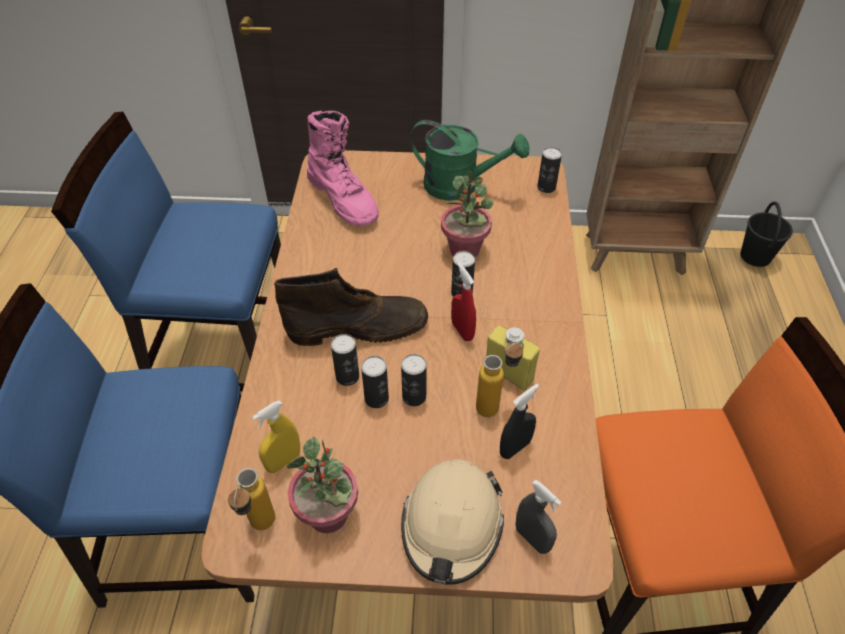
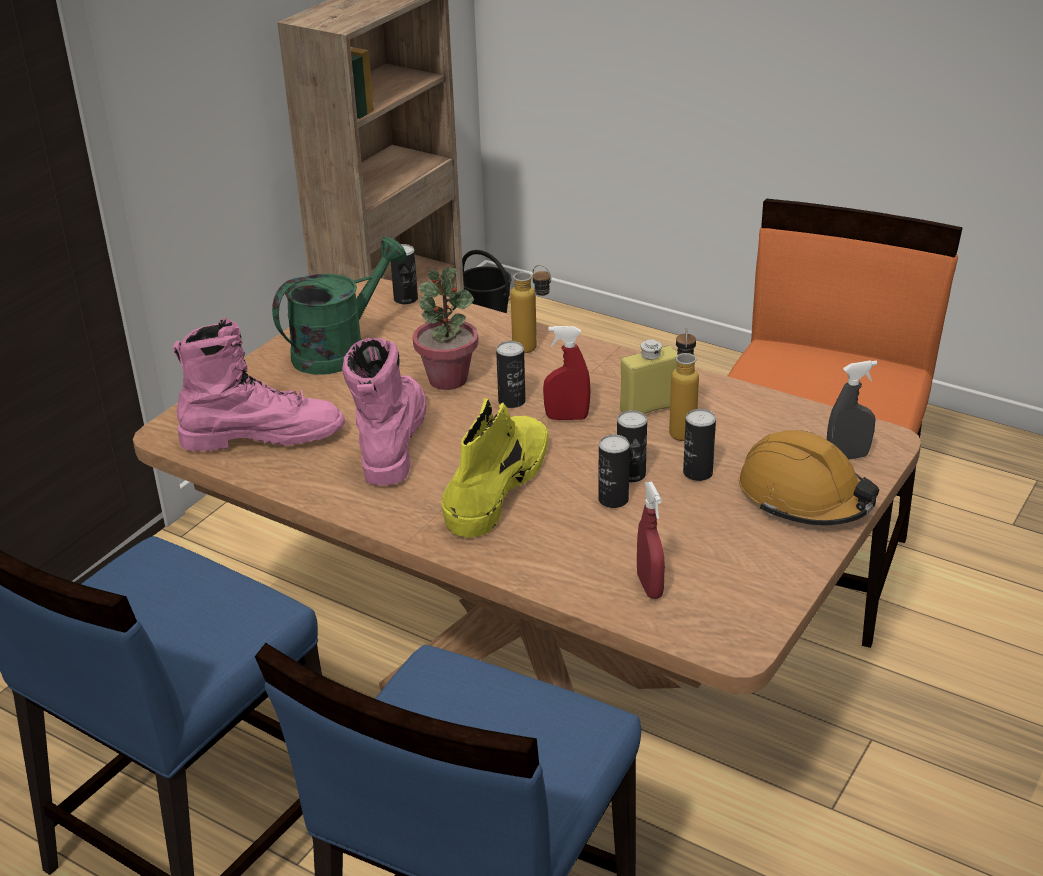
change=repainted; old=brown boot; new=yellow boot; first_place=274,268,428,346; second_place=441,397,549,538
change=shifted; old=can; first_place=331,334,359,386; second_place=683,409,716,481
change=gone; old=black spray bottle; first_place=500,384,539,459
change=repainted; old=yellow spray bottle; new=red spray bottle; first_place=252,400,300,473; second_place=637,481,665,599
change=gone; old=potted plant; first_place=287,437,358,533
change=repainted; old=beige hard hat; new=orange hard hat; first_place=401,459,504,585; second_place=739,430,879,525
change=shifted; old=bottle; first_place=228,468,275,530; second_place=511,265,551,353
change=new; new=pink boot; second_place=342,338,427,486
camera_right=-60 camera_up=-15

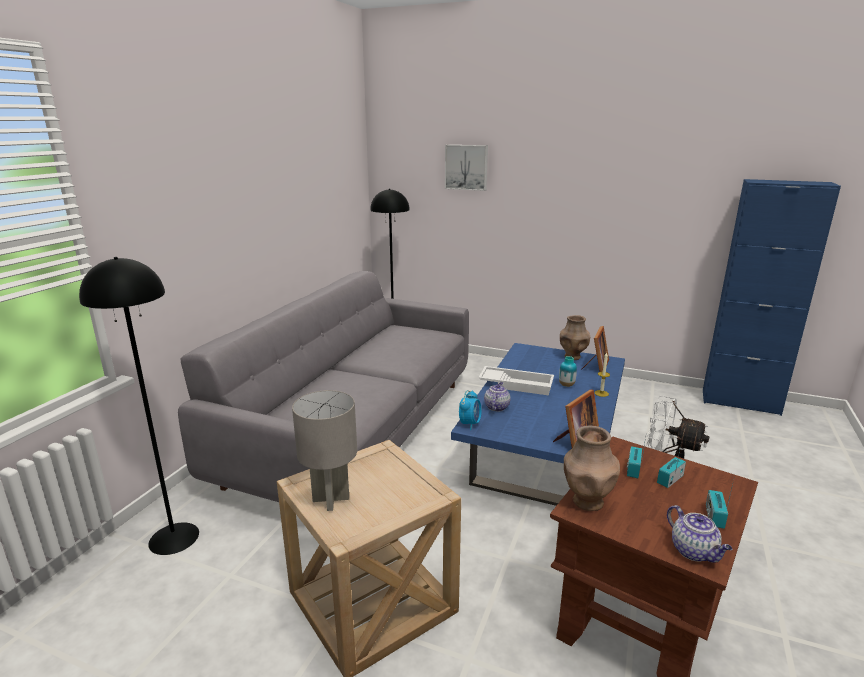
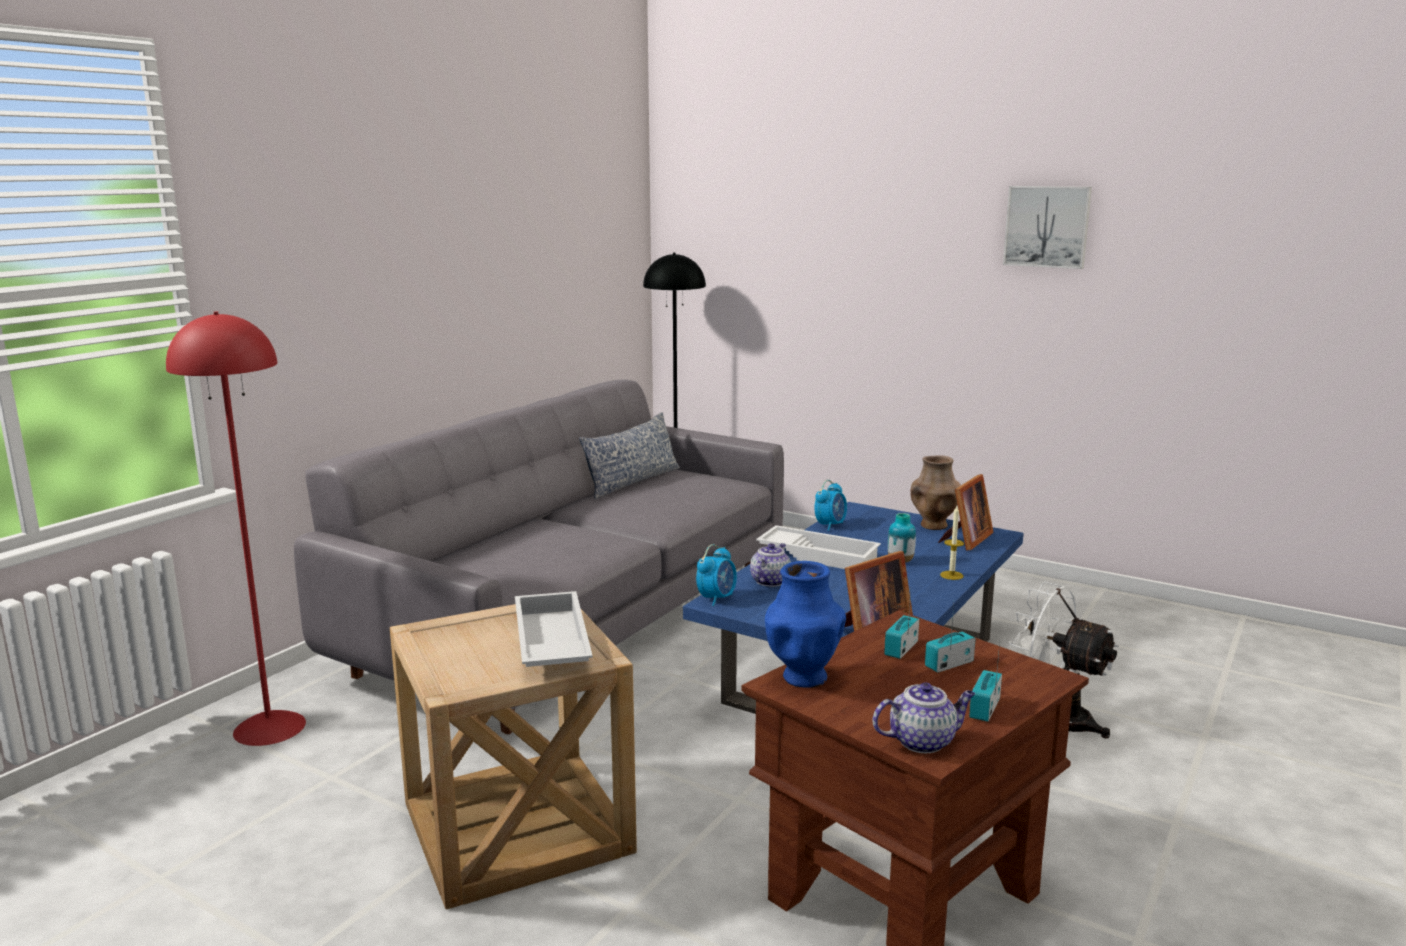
change=shifted; old=picture; first_place=445,145,488,191; second_place=1003,186,1092,269
change=gone; old=blue cabinet; first_place=703,179,841,416
change=repainted; old=black floor lamp; new=red floor lamp; first_place=79,257,199,555; second_place=166,312,306,746
change=gone; old=grey table lamp; first_place=292,390,357,511
change=repainted; old=brown vase; new=blue vase; first_place=564,426,620,511; second_place=765,561,846,688
change=rotated; old=teapot; first_place=667,505,732,563; second_place=872,683,975,753; degrees=-90
change=new; new=pillow; second_place=579,412,680,500
change=new; new=alarm clock; second_place=814,480,847,531
change=new; new=white tray; second_place=515,591,593,667
camera_right=10 camera_up=-5

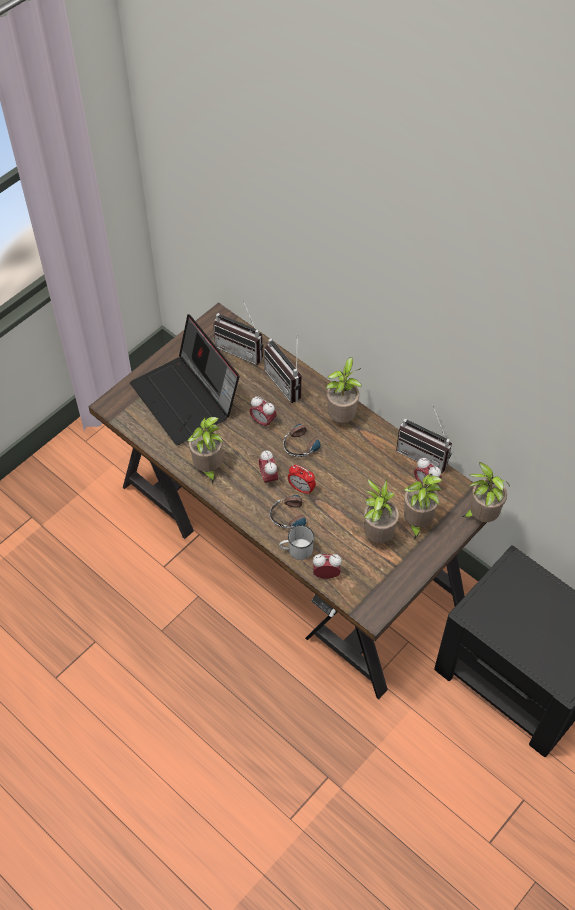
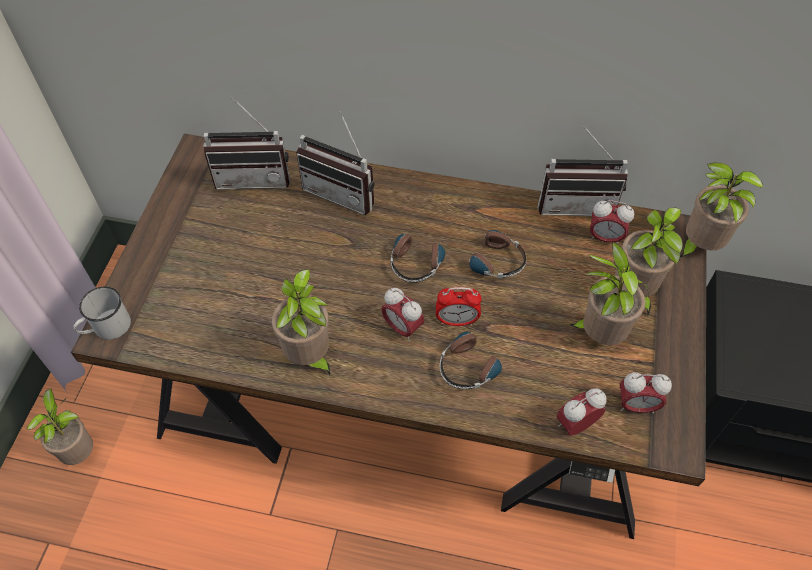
change=gone; old=laptop; first_place=130,314,240,445
change=shifted; old=potted plant; first_place=326,357,362,423; second_place=26,388,93,465
change=shifted; old=alarm clock; first_place=249,396,277,429; second_place=620,372,672,413
change=shifted; old=white mug; first_place=279,525,314,560; second_place=73,287,131,340
change=new; new=headphones; second_place=466,228,526,279
camera_right=-30 camera_up=0

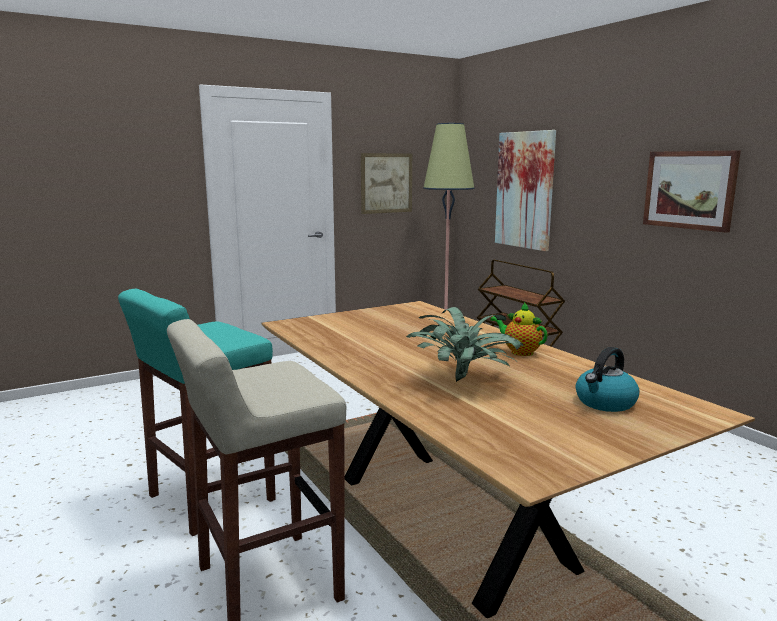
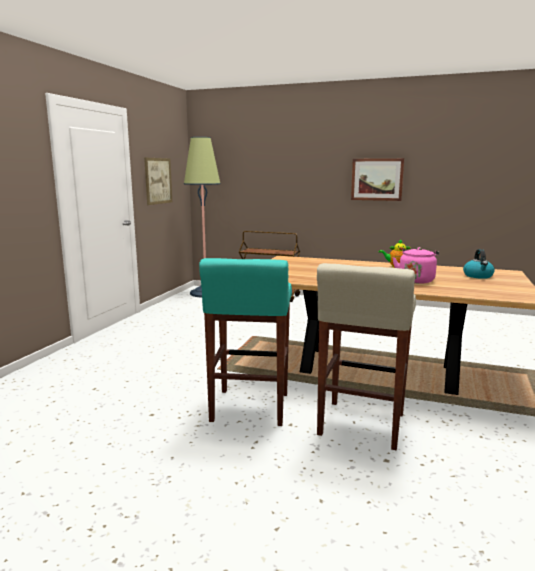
change=gone; old=picture; first_place=495,130,556,251
change=swapped; old=potted plant; new=pink kettle; first_place=406,307,524,382; second_place=392,247,439,284
camera_right=-40 camera_up=0

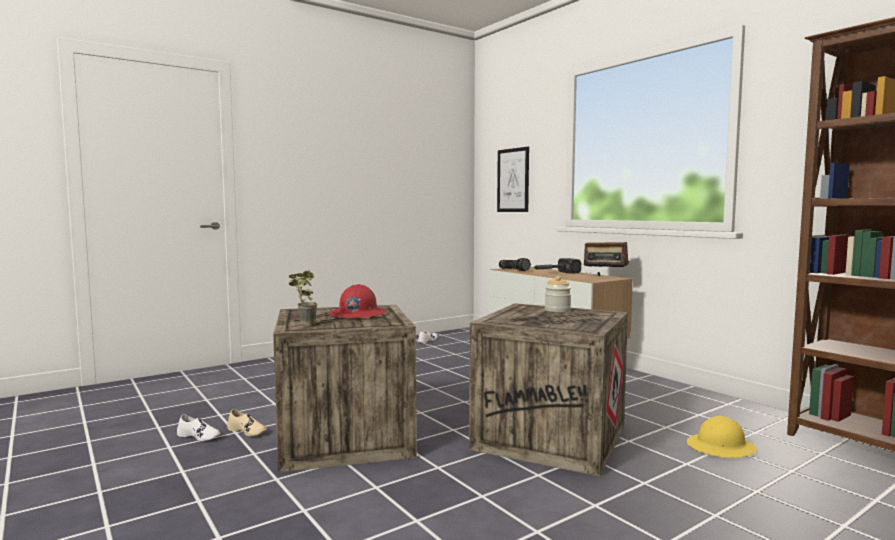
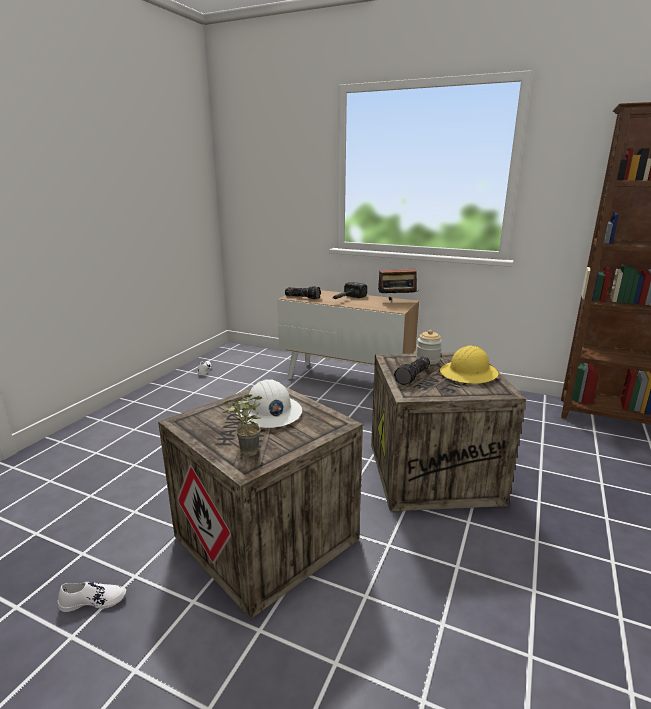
change=gone; old=picture; first_place=497,147,529,212
change=repainted; old=red hard hat; new=white hard hat; first_place=329,284,387,318; second_place=237,379,302,428
change=gone; old=beige shoe; first_place=227,409,267,436
change=shifted; old=yellow hard hat; first_place=687,416,757,458; second_place=440,346,498,384
change=new; new=flashlight; second_place=394,357,430,385
camera_right=-30 camera_up=15

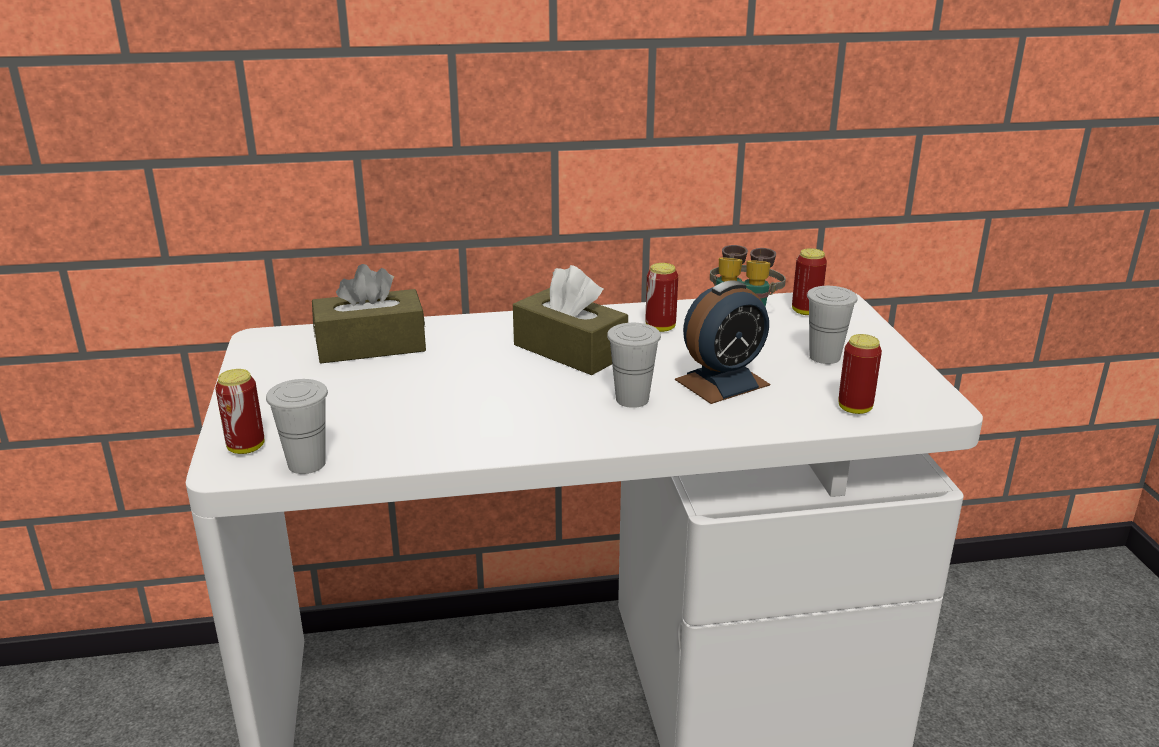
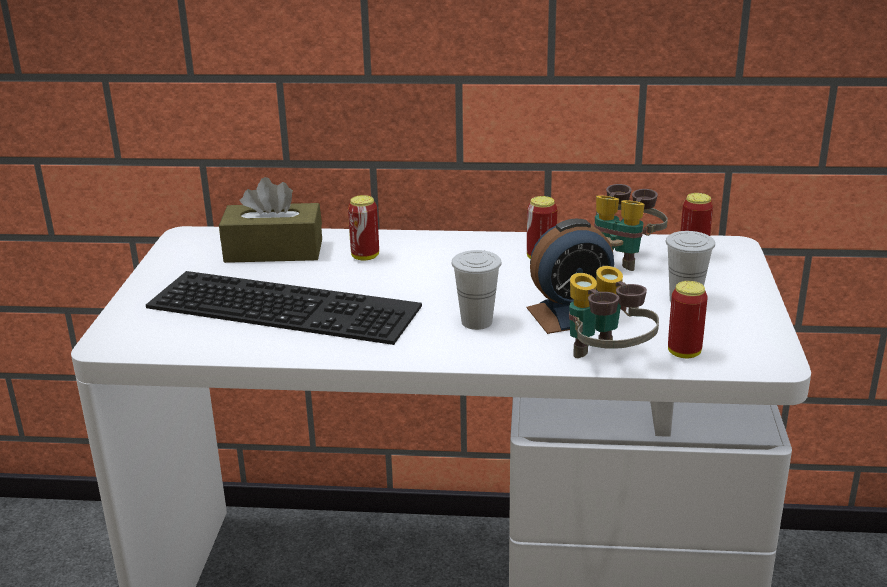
change=gone; old=brown tissue box; first_place=513,265,628,375
change=shifted; old=can; first_place=215,369,264,454; second_place=348,195,379,261
change=gone; old=white cup; first_place=266,379,328,474
change=new; new=binoculars; second_place=569,266,659,358
change=new; new=keyboard; second_place=146,271,422,345
camera_right=15 camera_up=0

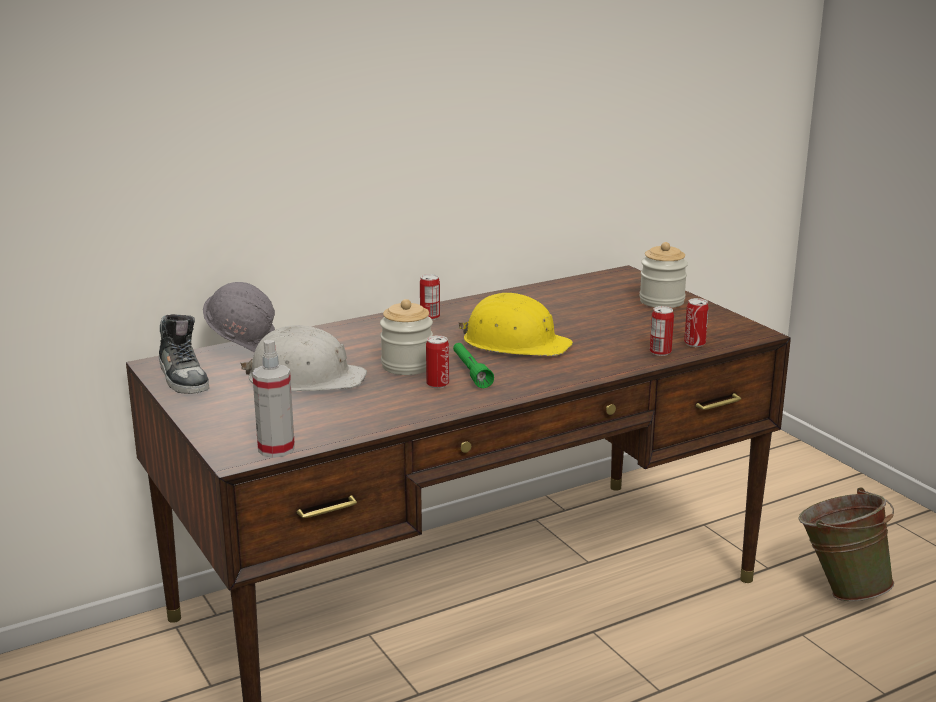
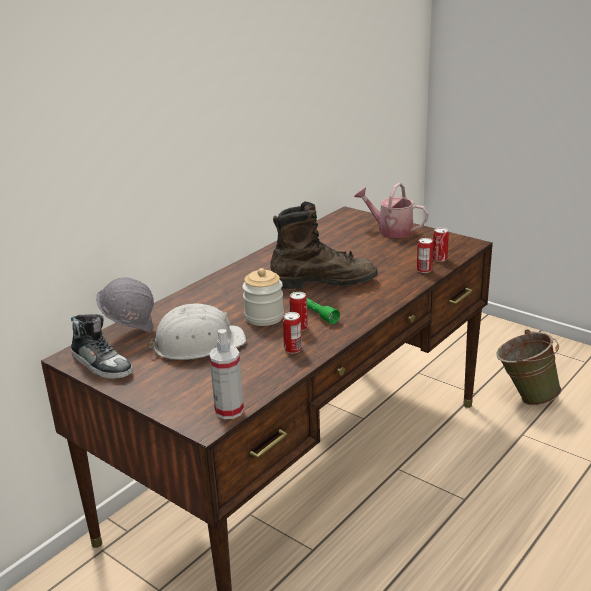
change=swapped; old=jar; new=watering can; first_place=639,242,688,308; second_place=354,183,429,238
change=shifted; old=can; first_place=420,274,440,320; second_place=283,312,302,353
change=swapped; old=yellow hard hat; new=brown boot; first_place=458,293,573,356; second_place=271,202,378,289
camera_right=-20 camera_up=5

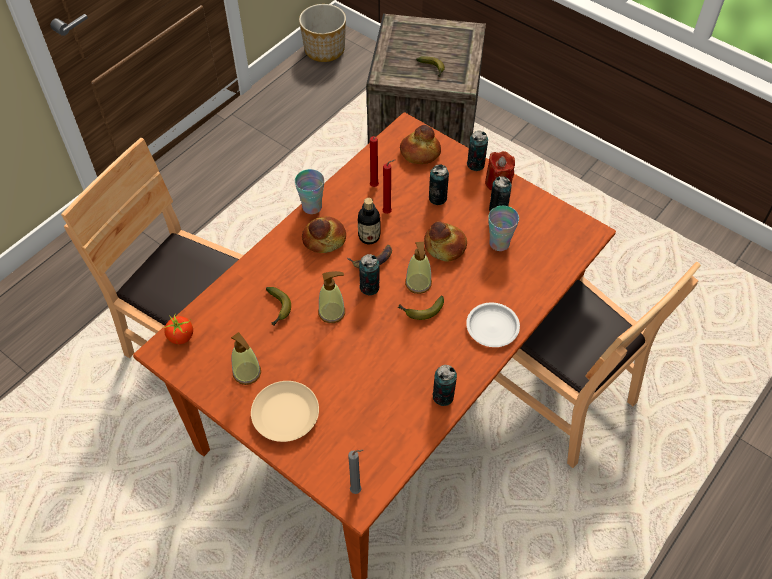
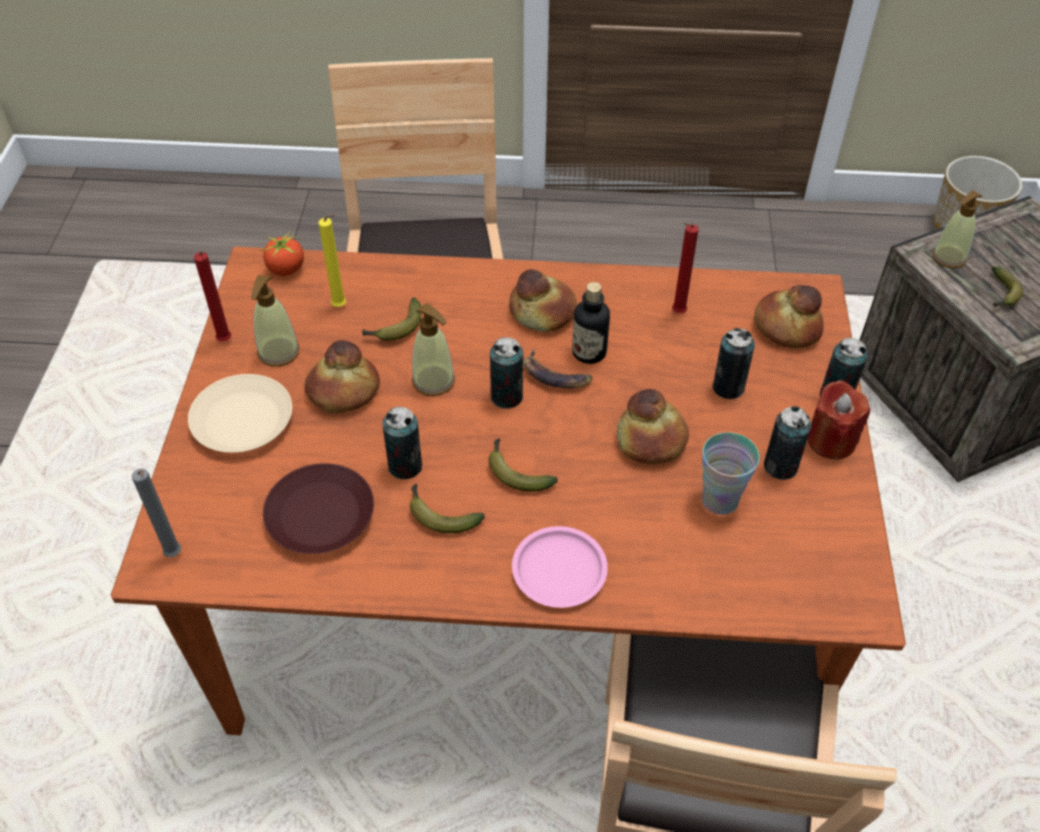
change=shifted; old=red candle; first_place=382,159,395,214; second_place=194,251,231,342
change=gone; old=cup; first_place=295,169,324,214
change=shifted; old=soap dispenser; first_place=405,242,432,294; second_place=932,190,982,268
change=repainted; old=white plate; new=pink plate; first_place=466,302,520,347; second_place=512,526,608,608
change=shifted; old=can; first_place=432,365,457,406; second_place=382,406,422,479
change=new; new=yellow candle; second_place=318,214,346,307
change=new; new=bread; second_place=304,340,380,413
change=new; new=brown plate; second_place=263,463,374,554
change=new; new=banana; second_place=410,484,485,533
camera_right=55 camera_up=-5

